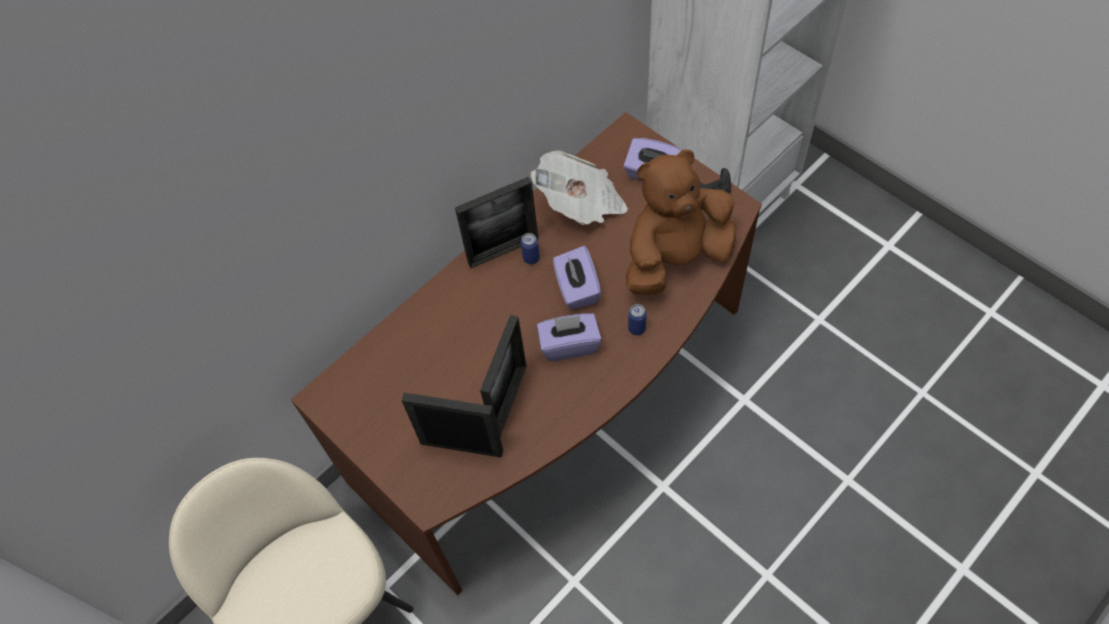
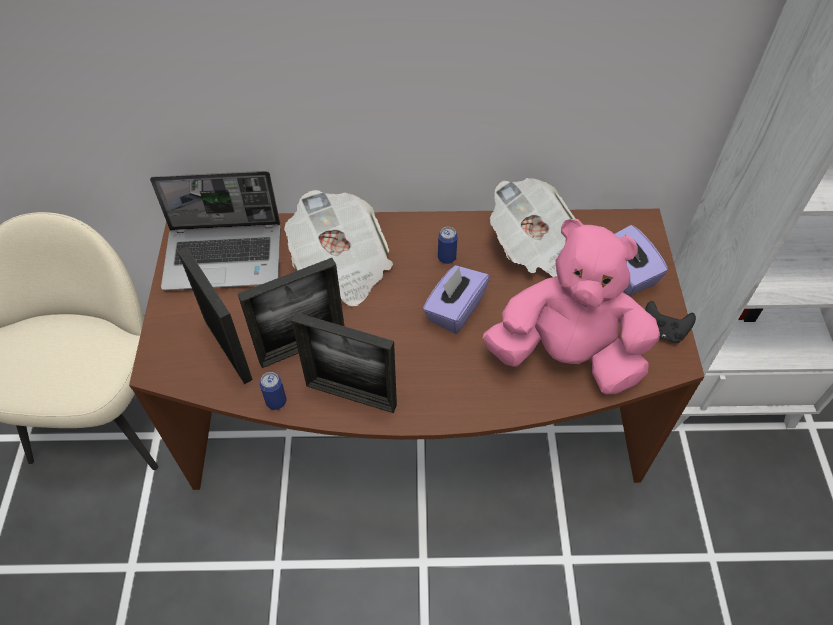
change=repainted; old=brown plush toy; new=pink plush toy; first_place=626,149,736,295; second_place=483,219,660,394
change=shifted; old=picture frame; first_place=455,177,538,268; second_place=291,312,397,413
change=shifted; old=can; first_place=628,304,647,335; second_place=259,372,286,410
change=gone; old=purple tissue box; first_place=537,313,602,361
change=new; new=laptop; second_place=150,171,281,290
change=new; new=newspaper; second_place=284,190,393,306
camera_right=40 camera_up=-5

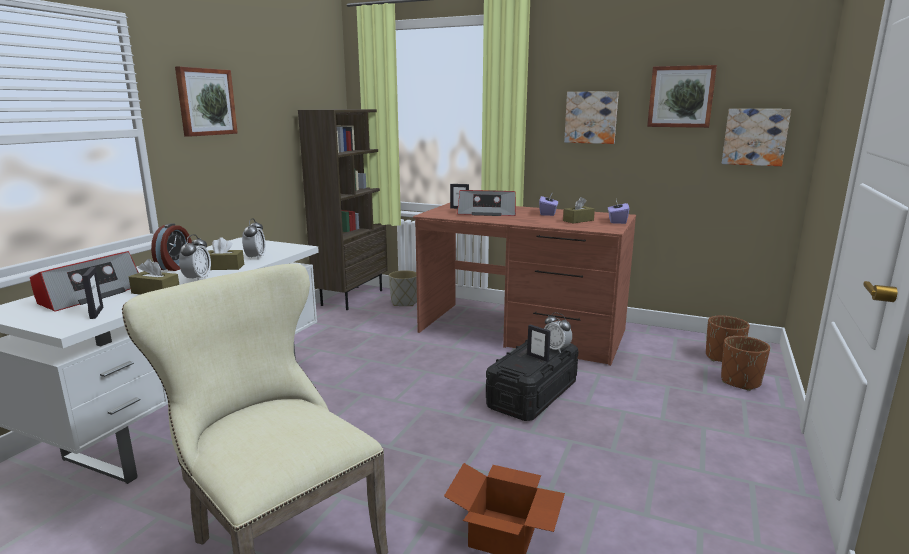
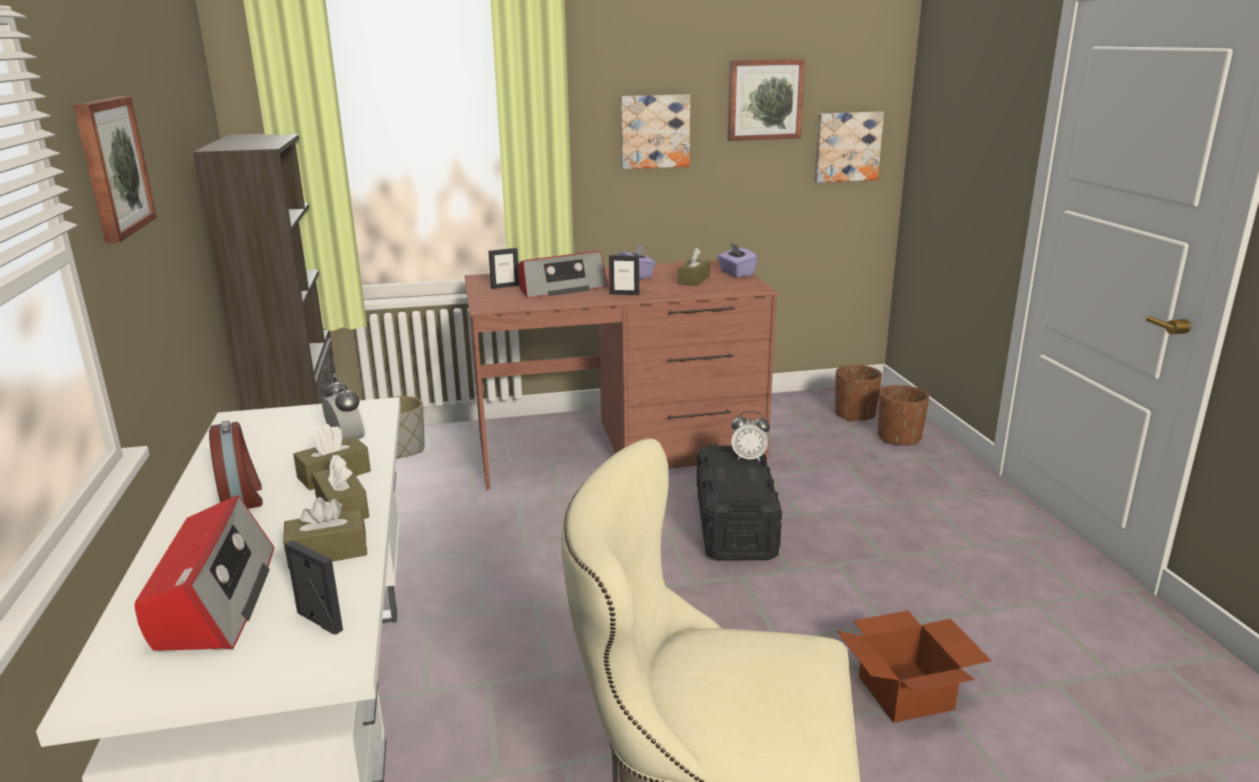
change=swapped; old=alarm clock; new=brown tissue box; first_place=179,234,211,281; second_place=312,455,369,519
change=shifted; old=picture frame; first_place=527,325,551,362; second_place=609,255,639,295
camera_right=-35 camera_up=5

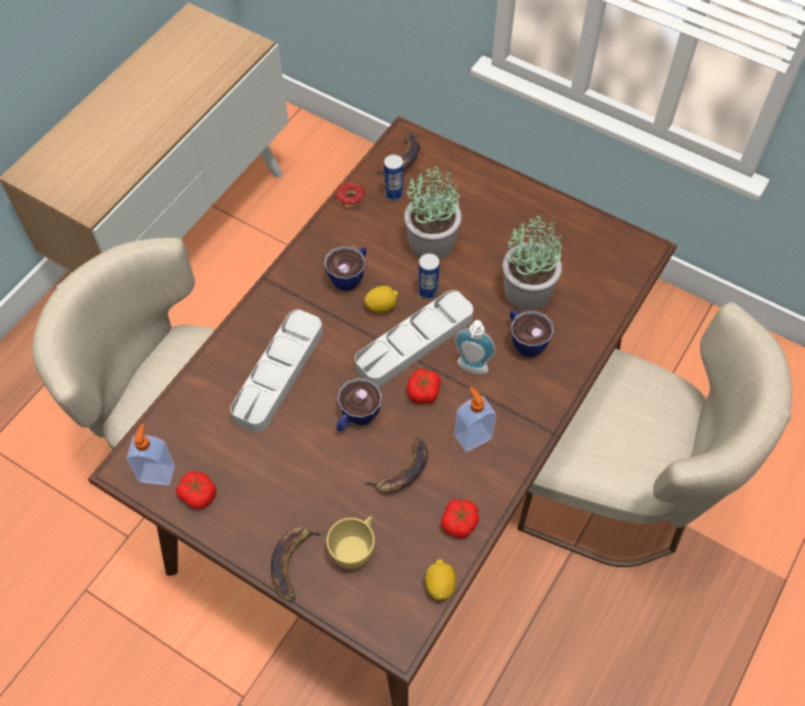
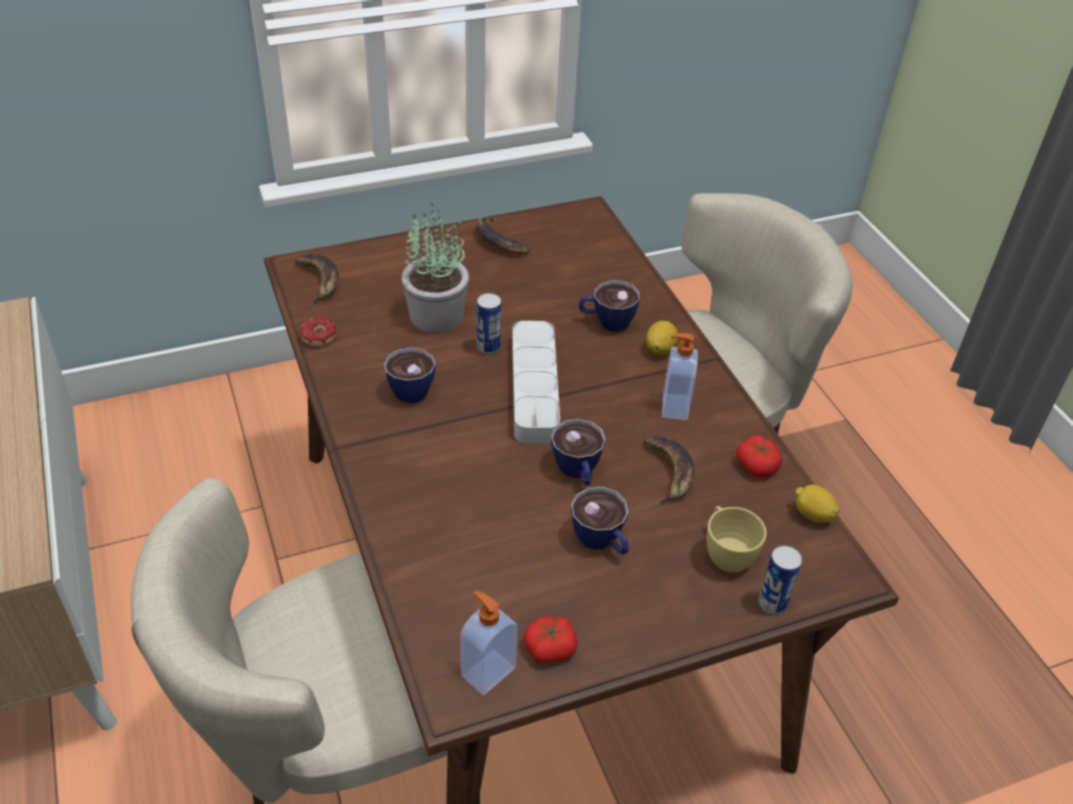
change=shifted; old=can; first_place=384,154,403,201; second_place=758,545,802,615
change=gone; old=potted plant; first_place=503,214,562,311
change=shifted; old=lemon; first_place=364,286,398,313; second_place=646,321,678,355
change=gone; old=grey tray; first_place=230,309,323,432
change=gone; old=soap dispenser; first_place=454,320,496,374
change=gone; old=tomato; first_place=406,369,441,404
change=shifted; old=banana; first_place=271,527,325,602; second_place=476,217,530,254
change=new; new=cup; second_place=571,487,629,554
camera_right=-55 camera_up=-15

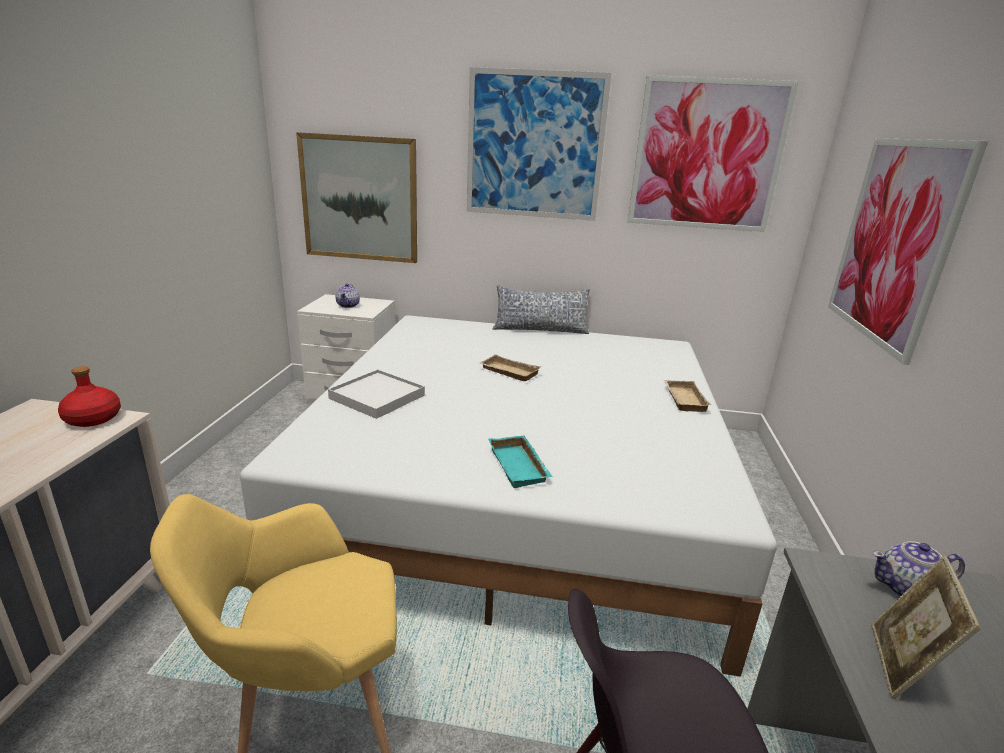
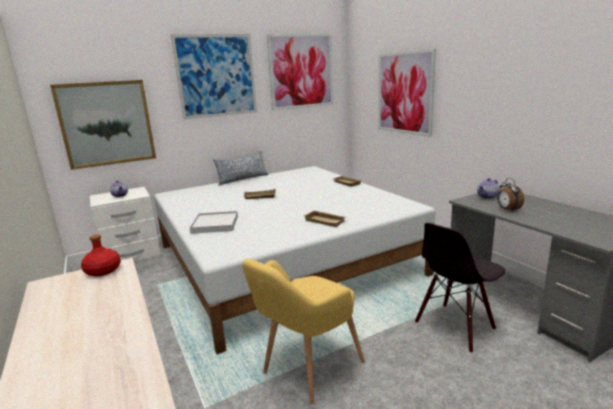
change=repainted; old=turquoise tray; new=beige tray; first_place=488,435,553,488; second_place=303,210,347,227
change=swapped; old=picture frame; new=alarm clock; first_place=871,556,981,699; second_place=497,178,524,211
camera_right=-35 camera_up=-5

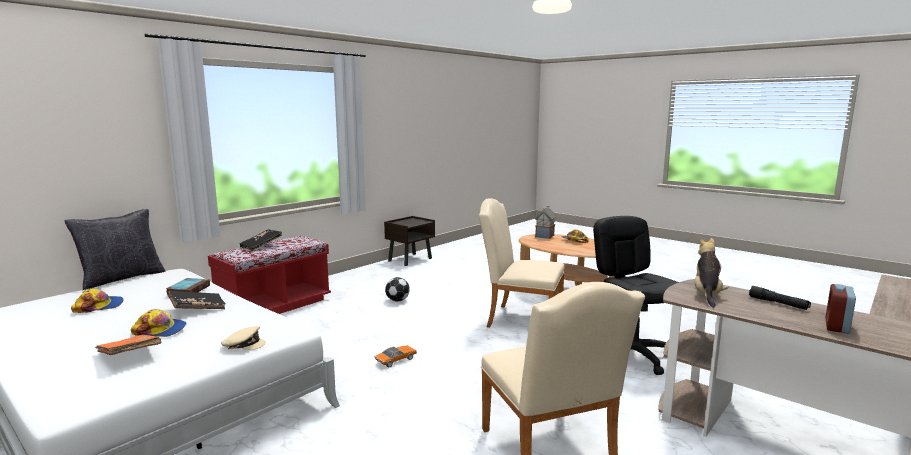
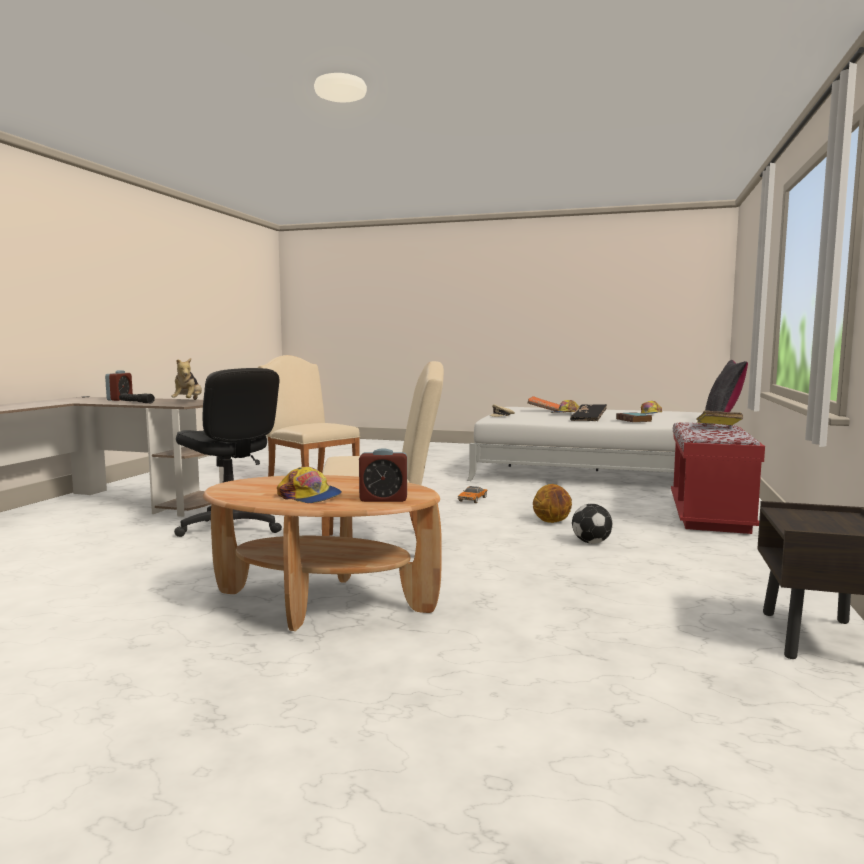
change=swapped; old=toy house; new=alarm clock; first_place=535,206,556,239; second_place=359,448,407,502
change=repainted; old=black book; new=yellow book; first_place=240,229,282,250; second_place=696,410,743,425
change=new; new=basketball; second_place=533,484,572,523
camera_right=155 camera_up=-5

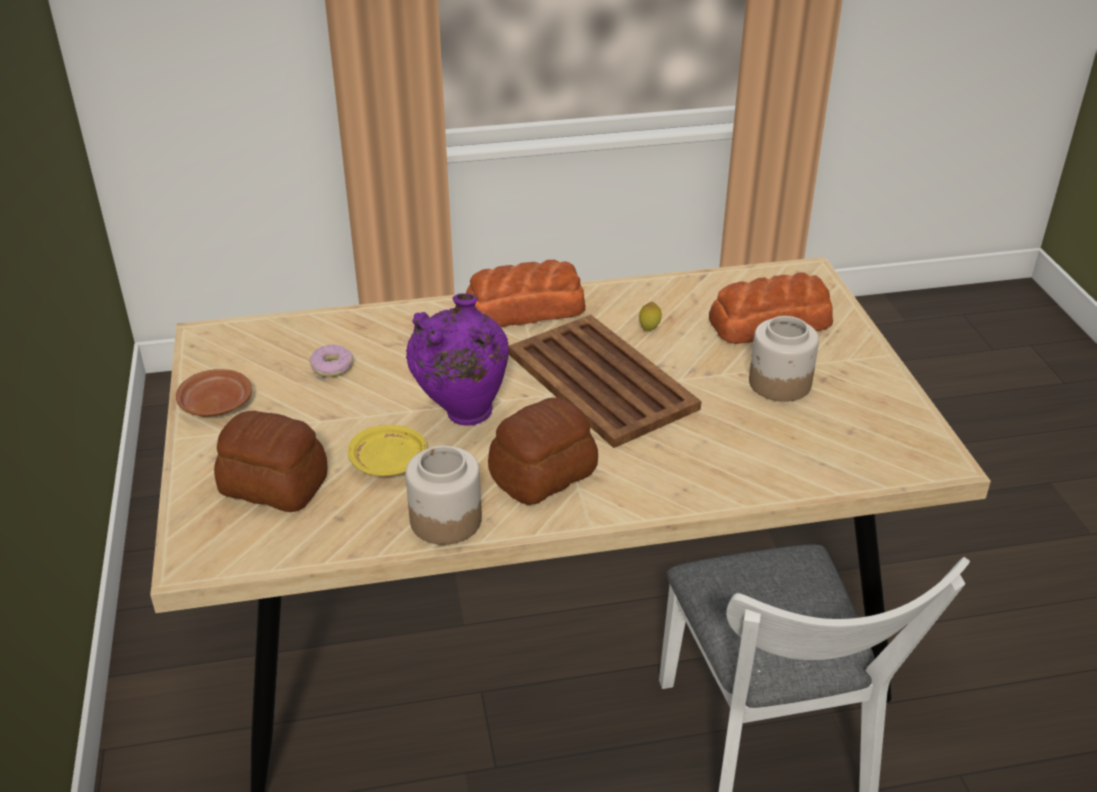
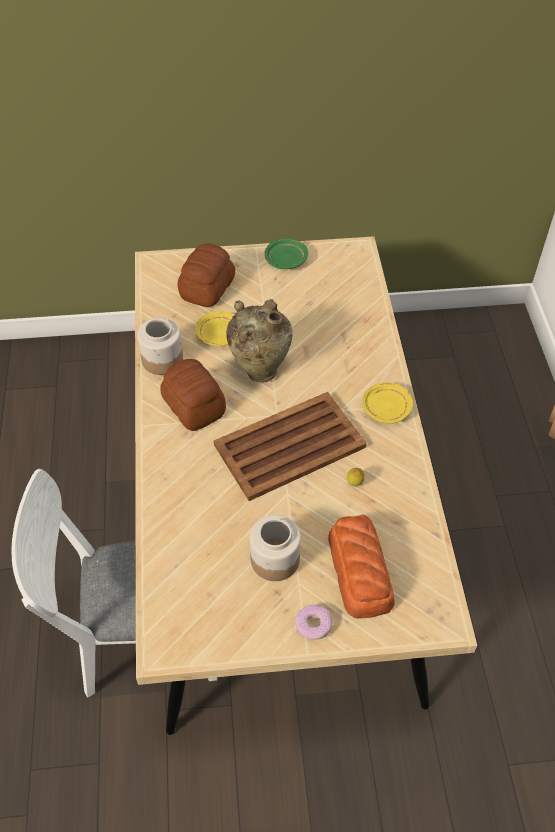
change=swapped; old=bread; new=yellow plate; first_place=466,260,585,327; second_place=362,382,413,424
change=repainted; old=purple vase; new=beige vase; first_place=406,293,509,426; second_place=226,299,293,383
change=shifted; old=donut; first_place=310,345,353,377; second_place=295,605,333,640
change=repainted; old=brown plate; new=green plate; first_place=176,369,252,417; second_place=264,239,308,269
camera_right=95 camera_up=15

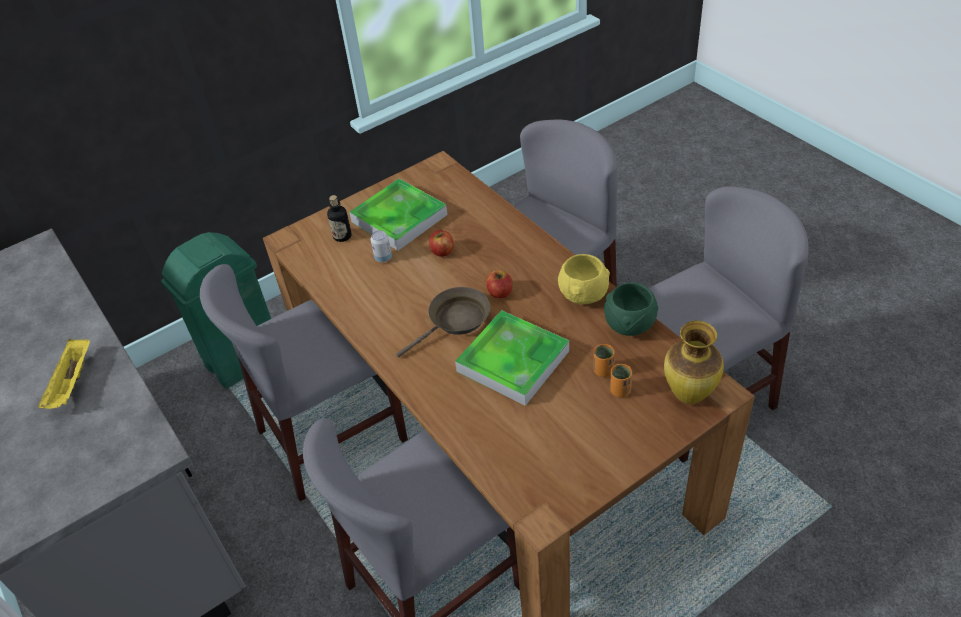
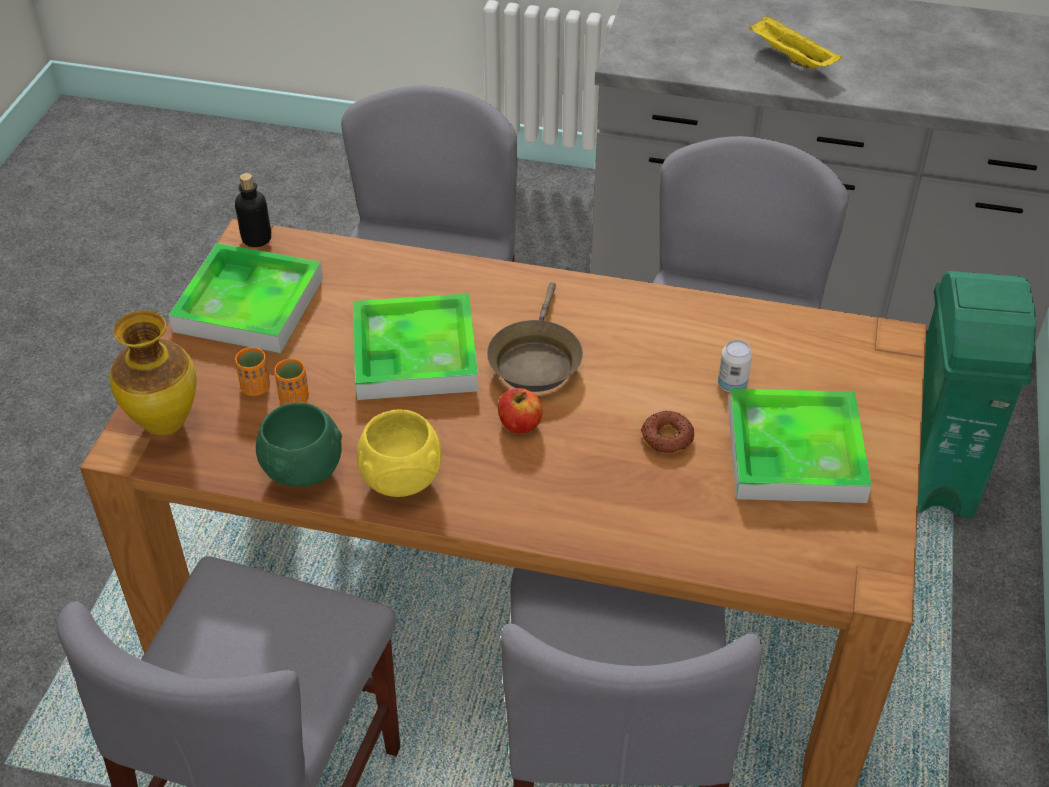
change=shifted; old=bottle; first_place=327,195,352,242; second_place=235,173,272,247
change=swapped; old=apple; new=donut; first_place=429,230,454,257; second_place=640,411,694,453
change=new; new=tray; second_place=169,243,323,353
camera_right=135 camera_up=0

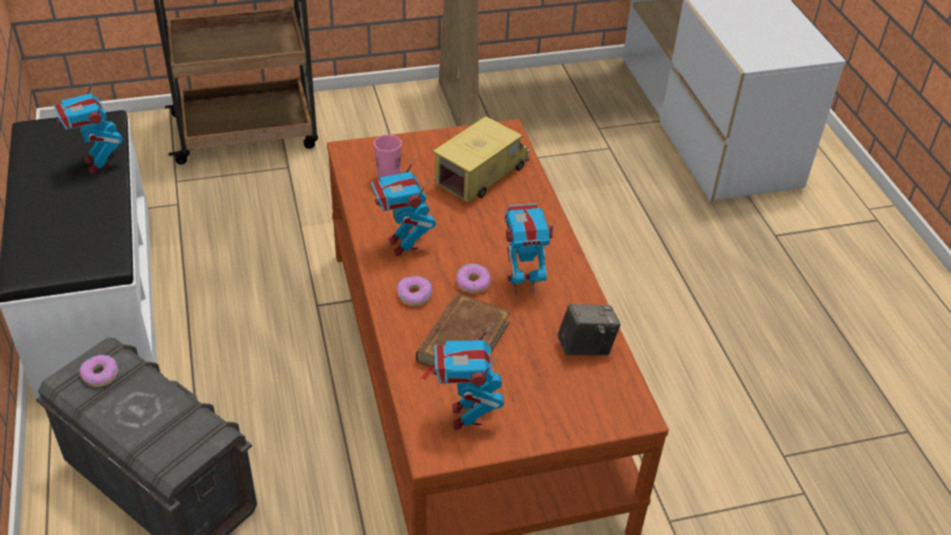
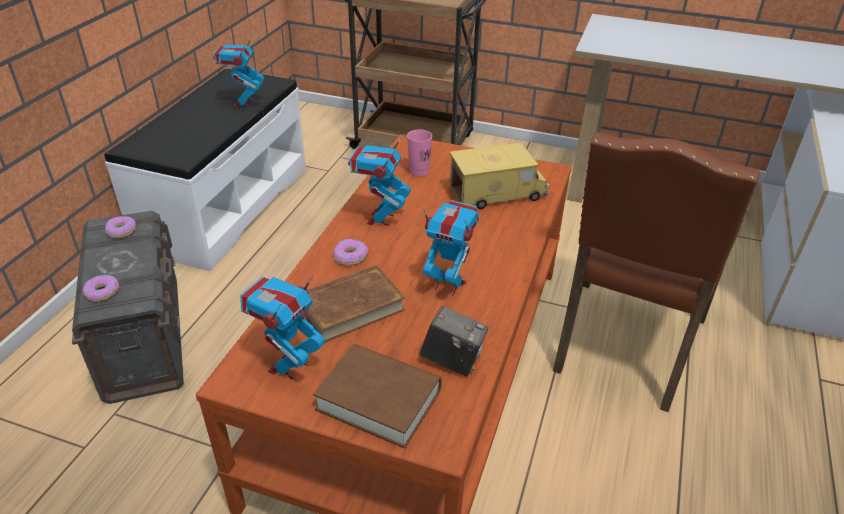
change=shifted; old=donut; first_place=456,264,491,293; second_place=82,274,119,301
change=new; new=brown chair; second_place=553,132,760,412
change=new; new=brown book; second_place=313,344,442,448
camera_right=35 camera_up=-5

